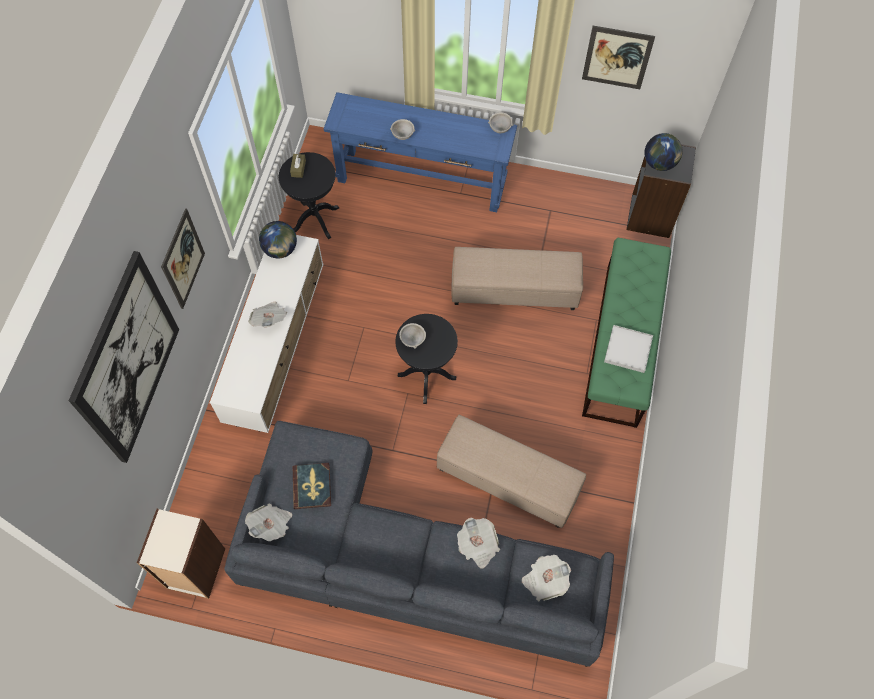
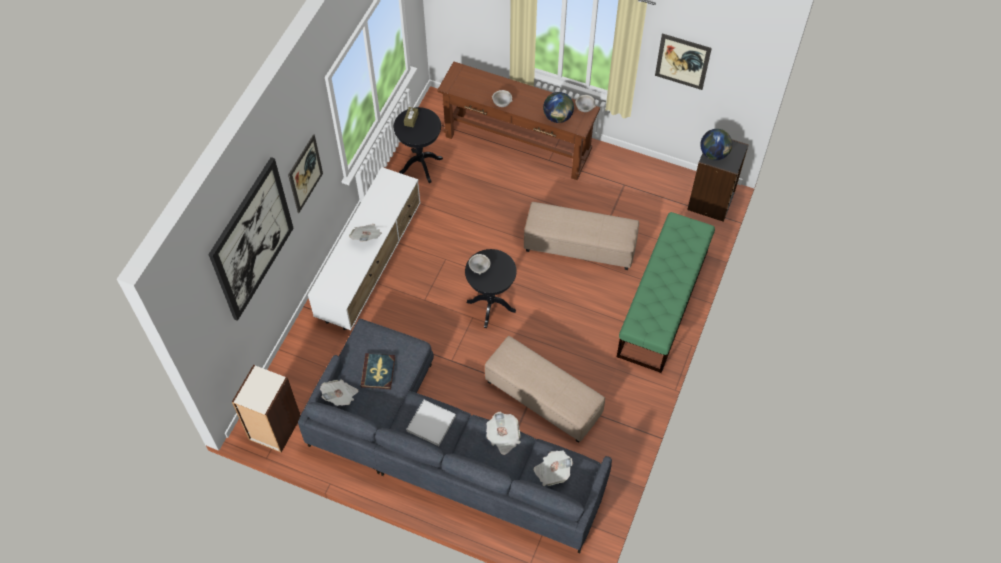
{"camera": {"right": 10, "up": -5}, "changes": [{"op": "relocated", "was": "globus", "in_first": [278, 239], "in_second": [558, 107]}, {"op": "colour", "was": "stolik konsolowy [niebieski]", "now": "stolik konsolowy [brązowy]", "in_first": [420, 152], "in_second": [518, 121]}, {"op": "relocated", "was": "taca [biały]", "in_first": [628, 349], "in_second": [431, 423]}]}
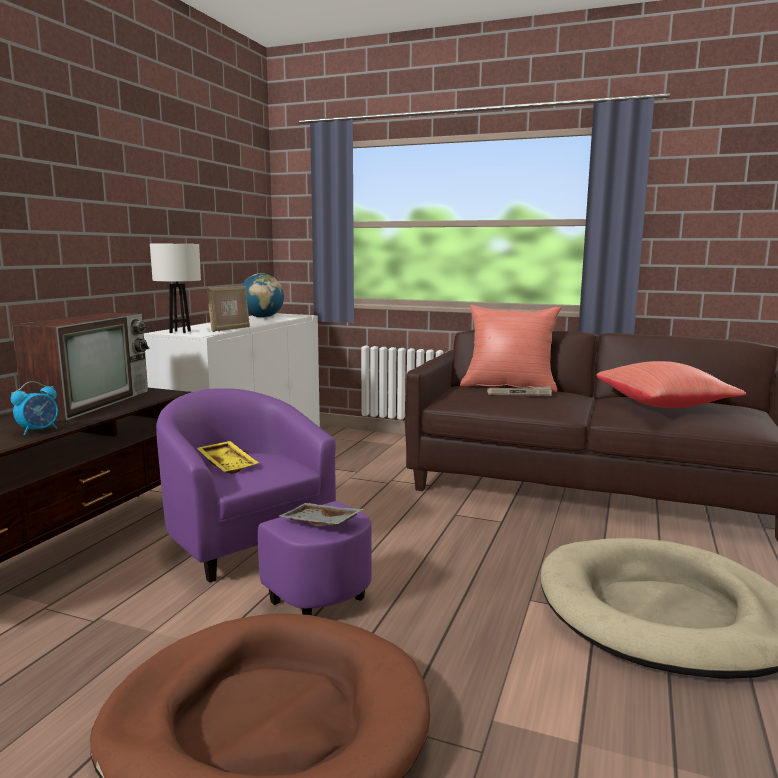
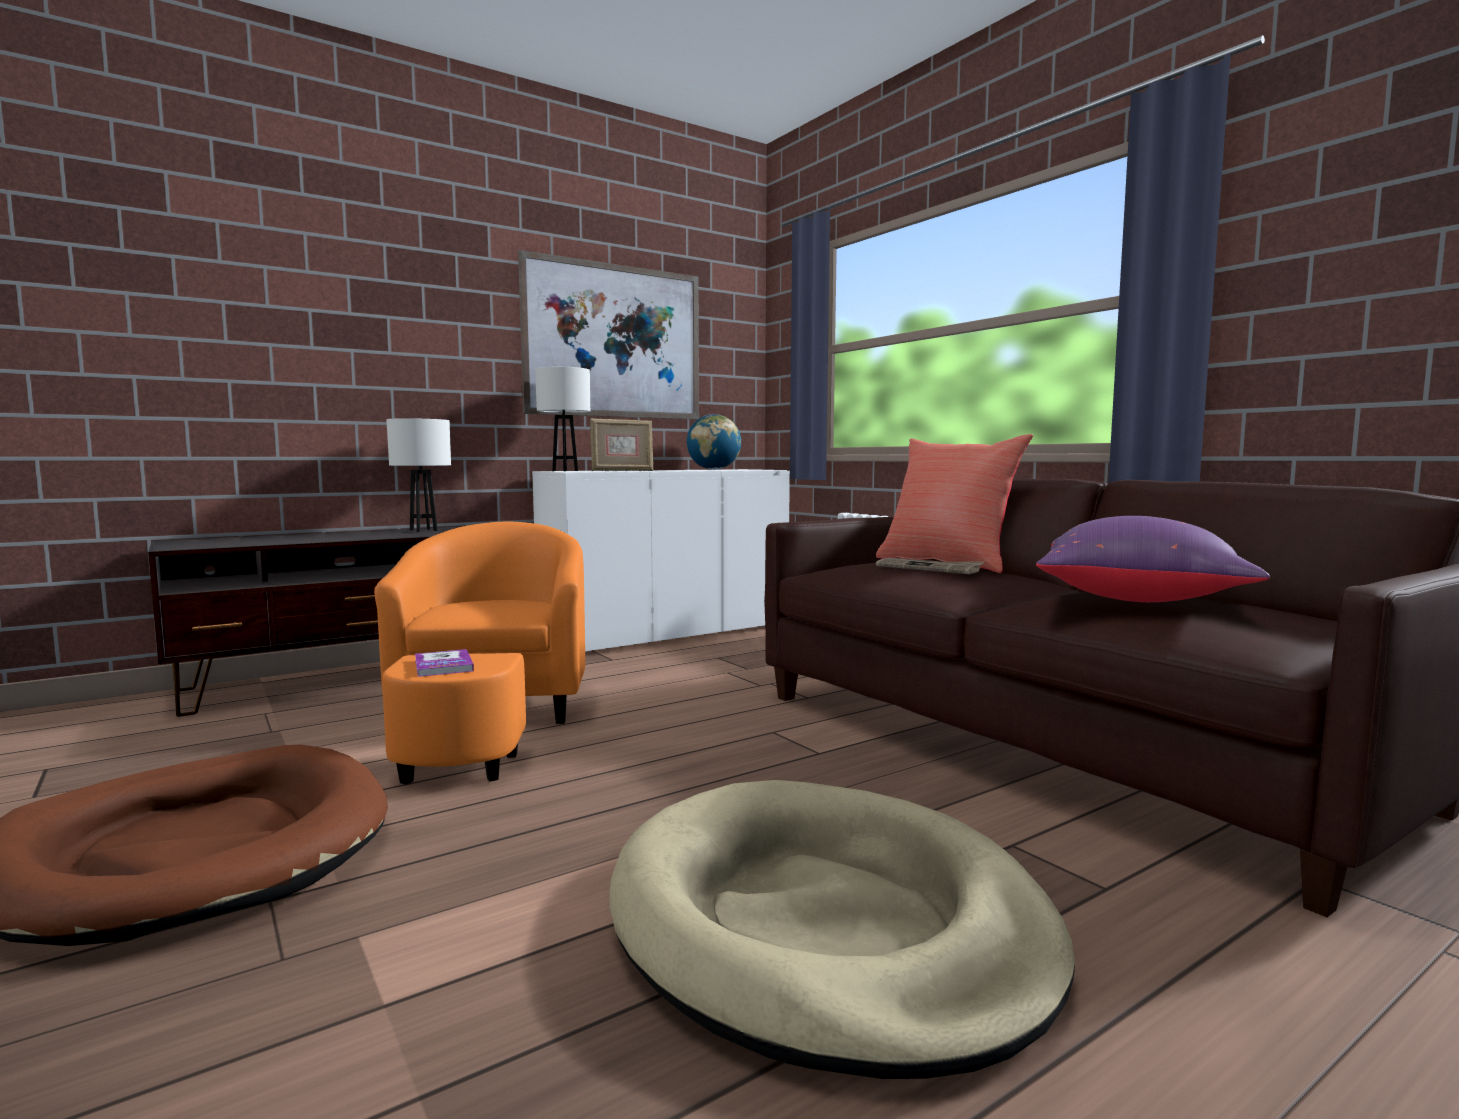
{"camera": {"right": 35, "up": -5}, "changes": [{"op": "missing", "was": "budzik", "in_first": [34, 408]}, {"op": "exchanged", "was": "telewizor", "now": "lampa stołowa [biały]", "in_first": [80, 366], "in_second": [418, 475]}, {"op": "colour", "was": "fotel [fioletowy]", "now": "fotel [pomarańczowy]", "in_first": [264, 501], "in_second": [479, 653]}, {"op": "missing", "was": "taca [żółty]", "in_first": [228, 457]}, {"op": "exchanged", "was": "taca [szary]", "now": "książka", "in_first": [321, 514], "in_second": [444, 663]}, {"op": "colour", "was": "poduszka [czerwony]", "now": "poduszka [fioletowy]", "in_first": [671, 384], "in_second": [1153, 559]}, {"op": "appeared", "now": "obraz", "in_second": [608, 334]}]}
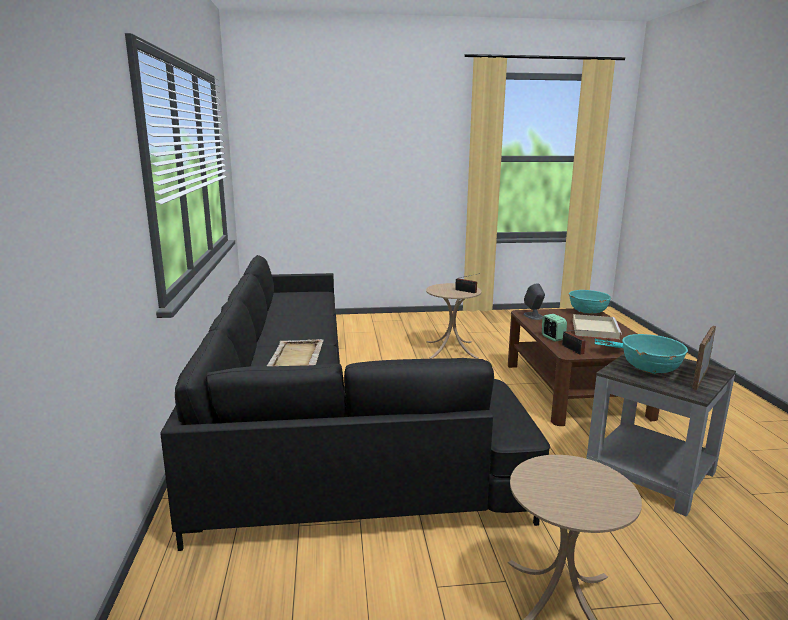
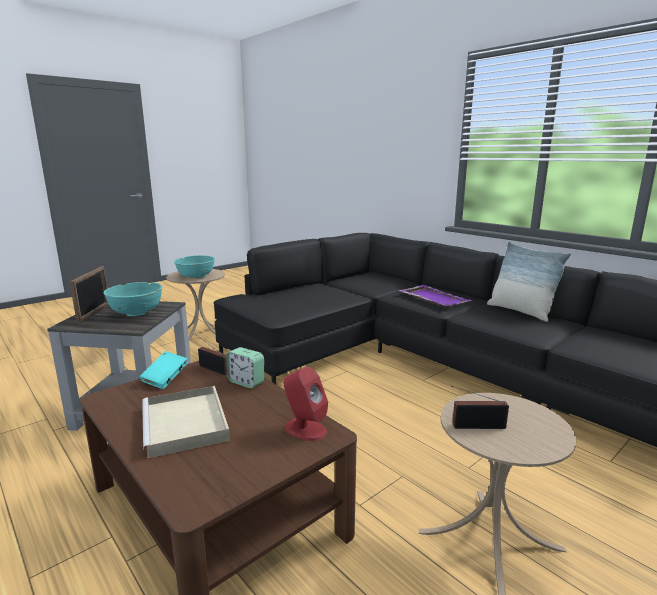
{"camera": {"right": 145, "up": 0}, "changes": [{"op": "colour", "was": "taca [beżowy]", "now": "taca [fioletowy]", "in_first": [295, 352], "in_second": [435, 296]}, {"op": "colour", "was": "głośnik [szary]", "now": "głośnik [czerwony]", "in_first": [534, 301], "in_second": [305, 404]}, {"op": "relocated", "was": "miska [turkusowy]", "in_first": [590, 302], "in_second": [194, 266]}, {"op": "appeared", "now": "poduszka", "in_second": [529, 282]}]}
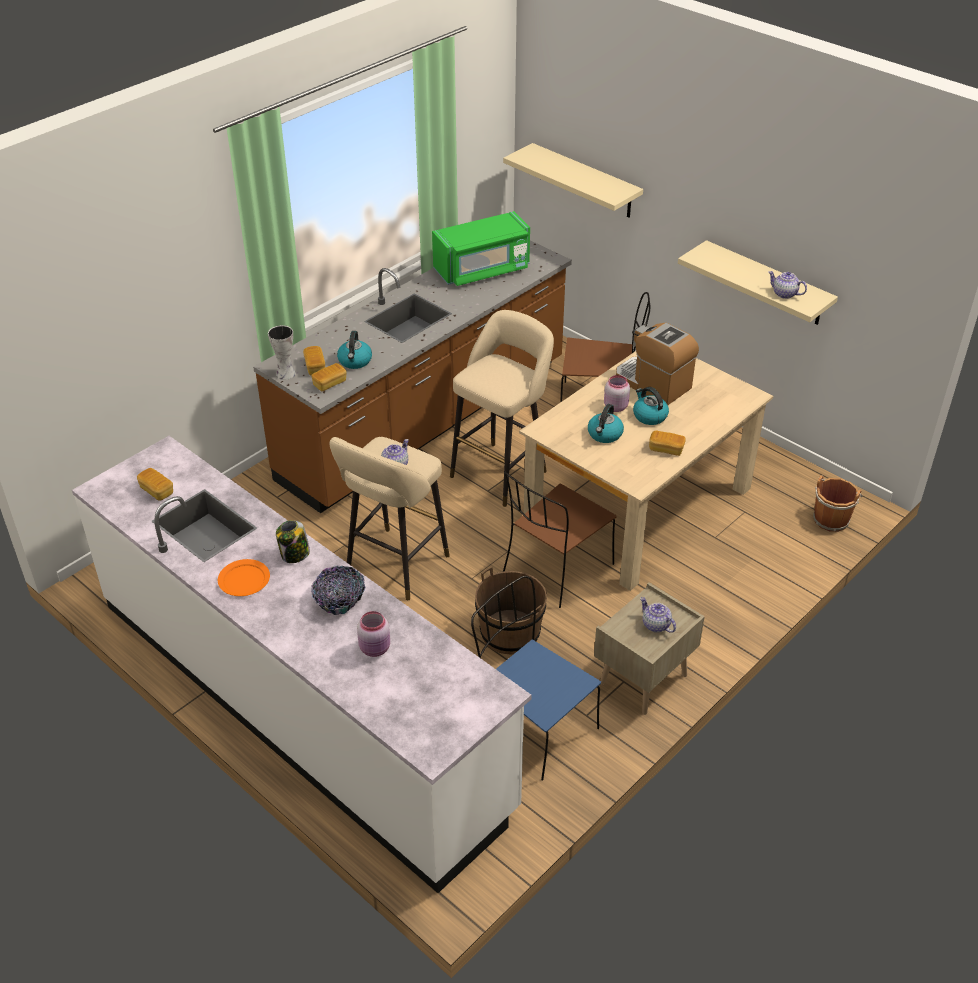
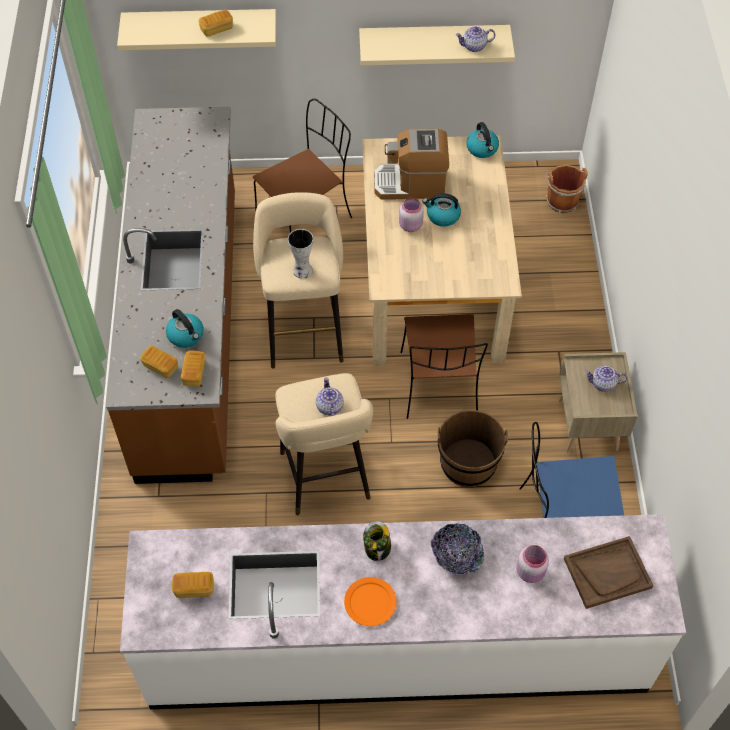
{"camera": {"right": -45, "up": 15}, "changes": [{"op": "relocated", "was": "wazon", "in_first": [282, 352], "in_second": [300, 254]}, {"op": "missing", "was": "mikrofalówka [zielony]", "in_first": [481, 248]}, {"op": "relocated", "was": "czajnik", "in_first": [606, 423], "in_second": [482, 140]}, {"op": "relocated", "was": "chleb", "in_first": [667, 443], "in_second": [216, 23]}, {"op": "appeared", "now": "taca [brązowy]", "in_second": [609, 572]}]}
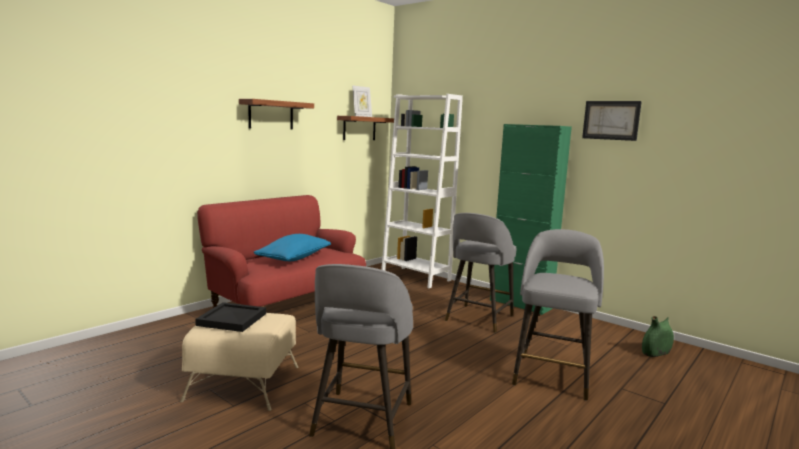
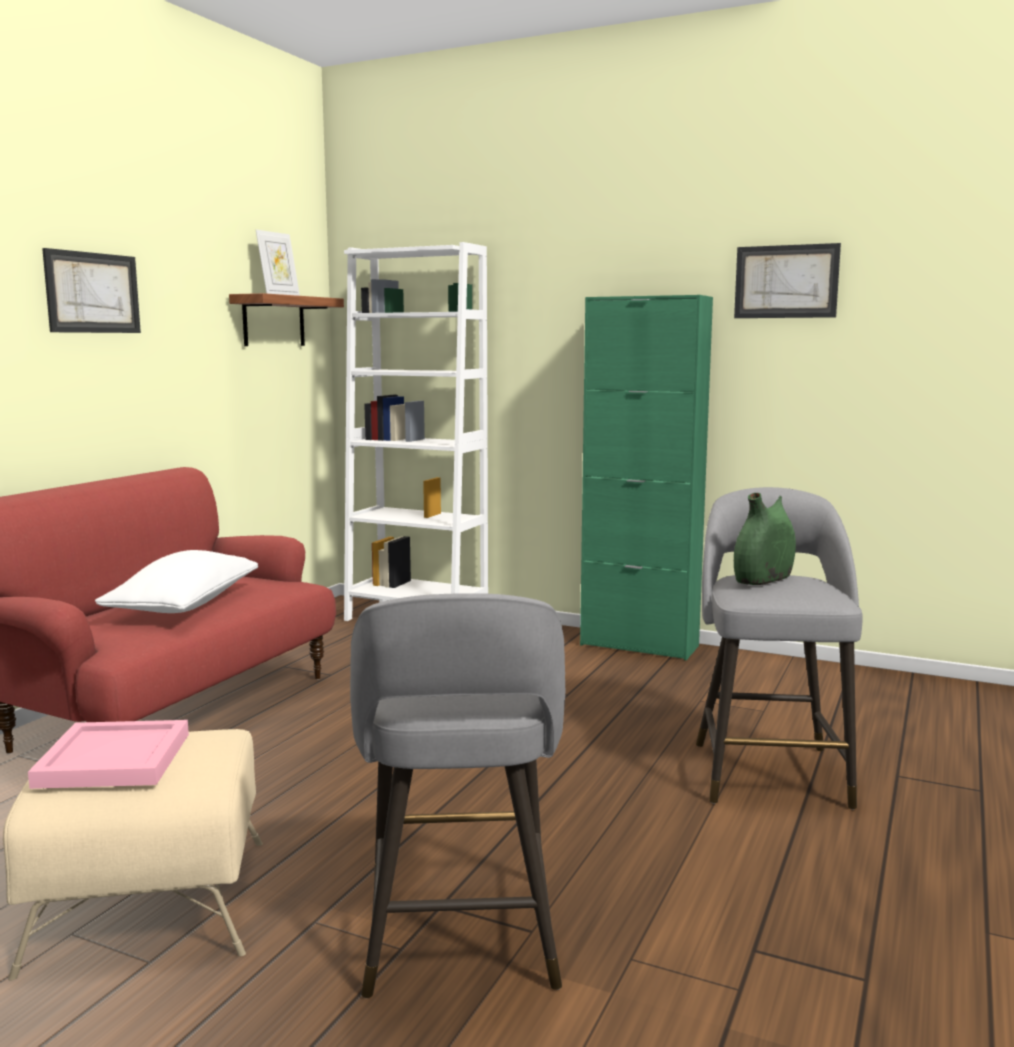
{"camera": {"right": -15, "up": 0}, "changes": [{"op": "colour", "was": "taca [czarny]", "now": "taca [różowy]", "in_first": [230, 317], "in_second": [108, 754]}, {"op": "exchanged", "was": "półka", "now": "obraz", "in_first": [276, 114], "in_second": [91, 290]}, {"op": "colour", "was": "poduszka [niebieski]", "now": "poduszka [biały]", "in_first": [292, 247], "in_second": [176, 581]}, {"op": "missing", "was": "stołek [szary]", "in_first": [480, 273]}, {"op": "relocated", "was": "wazon [zielony]", "in_first": [658, 336], "in_second": [765, 539]}]}
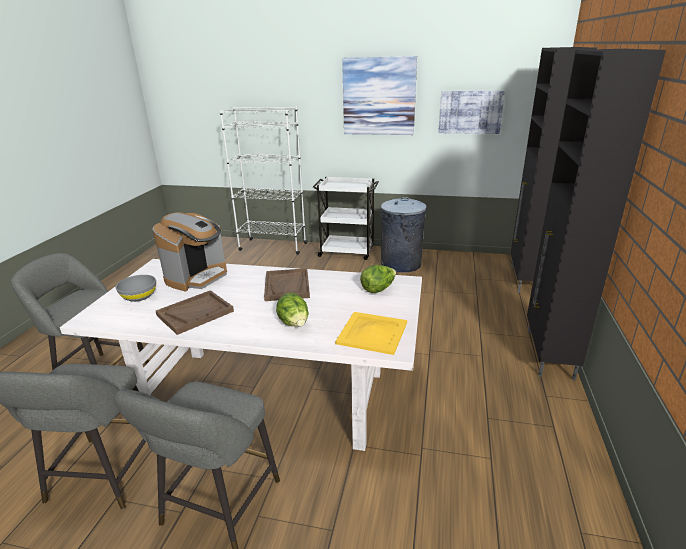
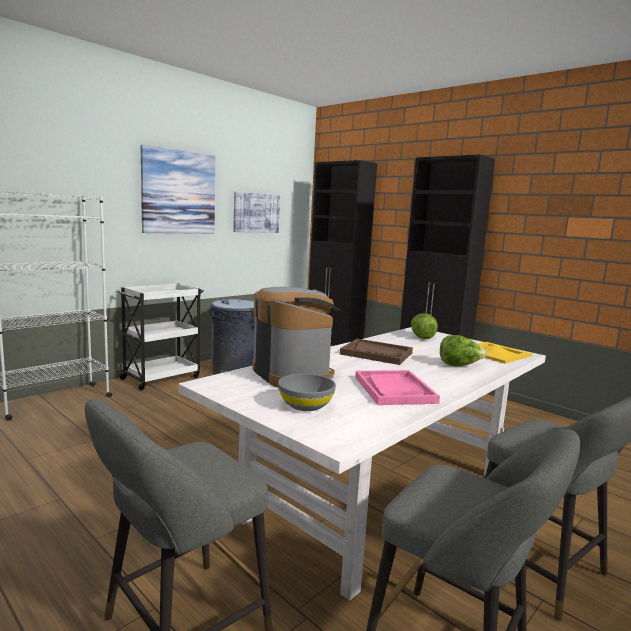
{"camera": {"right": -60, "up": -15}, "changes": [{"op": "colour", "was": "taca [brązowy]", "now": "taca [różowy]", "in_first": [195, 312], "in_second": [397, 387]}]}
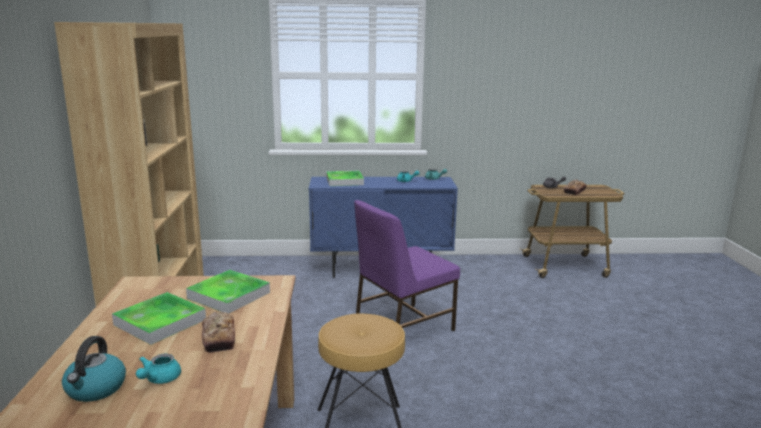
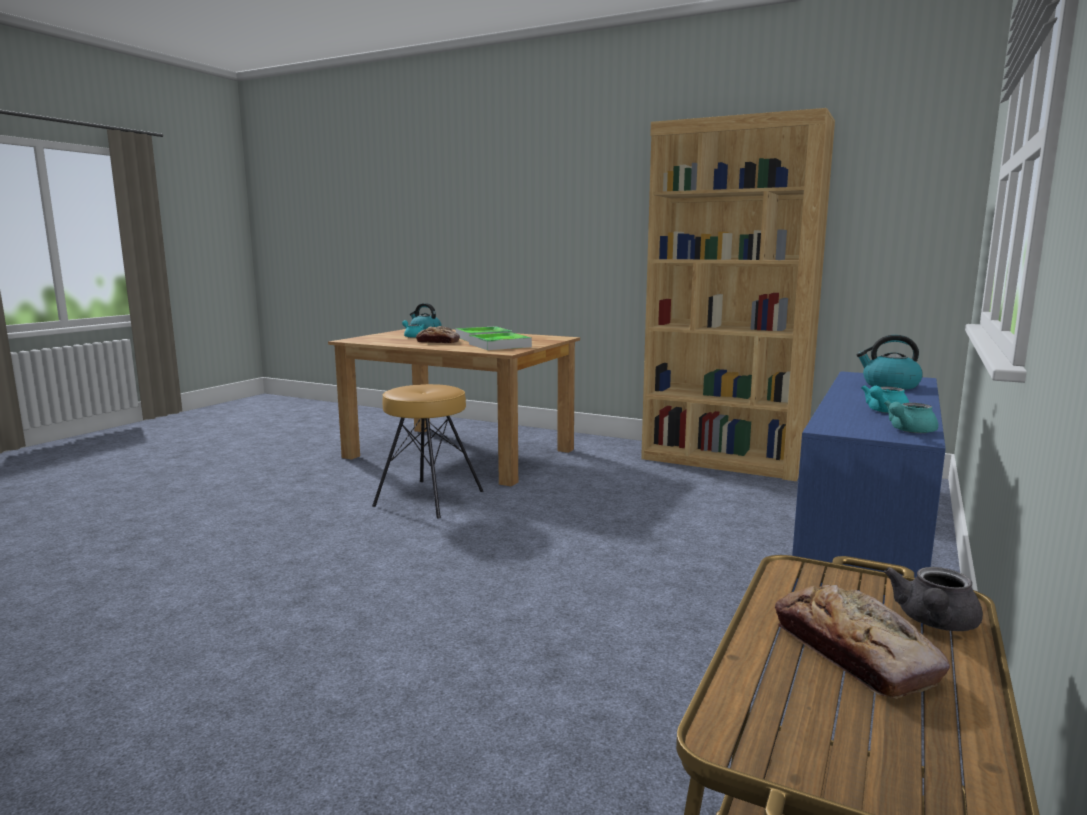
{"camera": {"right": 120, "up": -5}, "changes": [{"op": "exchanged", "was": "taca", "now": "czajnik", "in_first": [345, 178], "in_second": [889, 362]}, {"op": "missing", "was": "krzesło [fioletowy]", "in_first": [407, 265]}]}
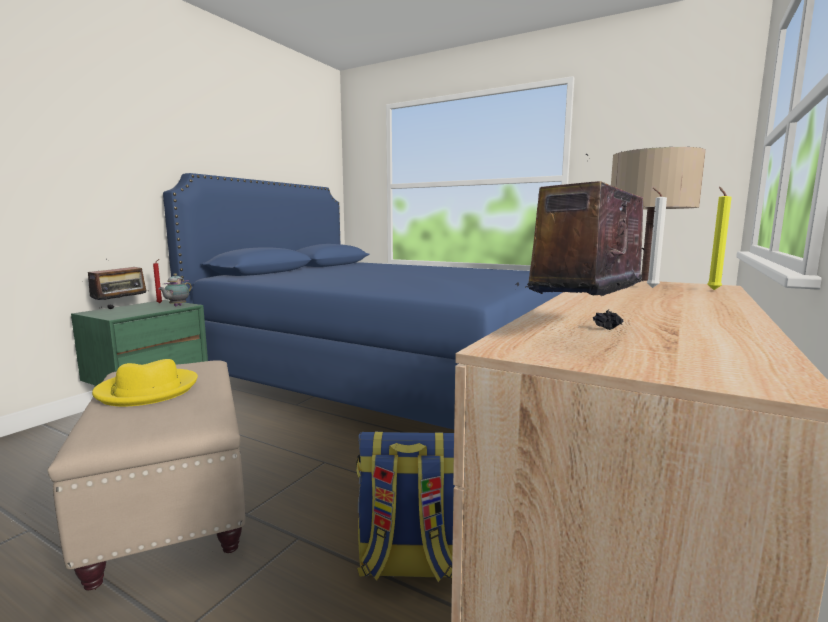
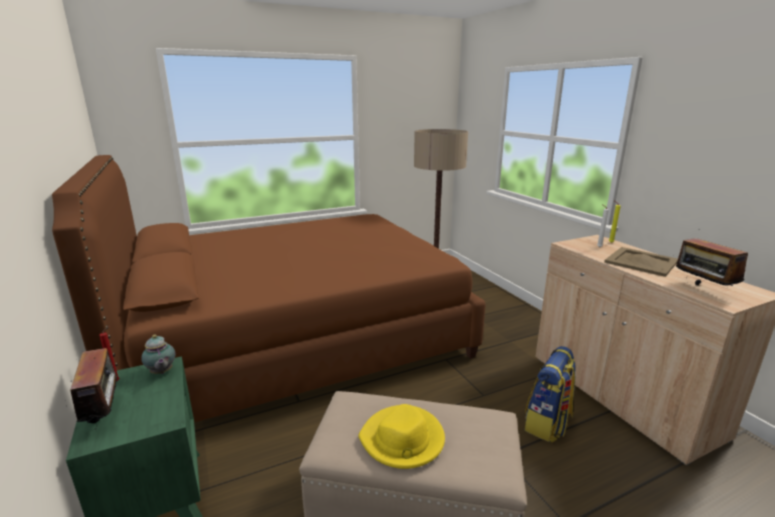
{"camera": {"right": -55, "up": 10}, "changes": [{"op": "colour", "was": "łóżko [niebieski]", "now": "łóżko [brązowy]", "in_first": [363, 301], "in_second": [269, 289]}, {"op": "appeared", "now": "taca [beżowy]", "in_second": [641, 262]}]}
